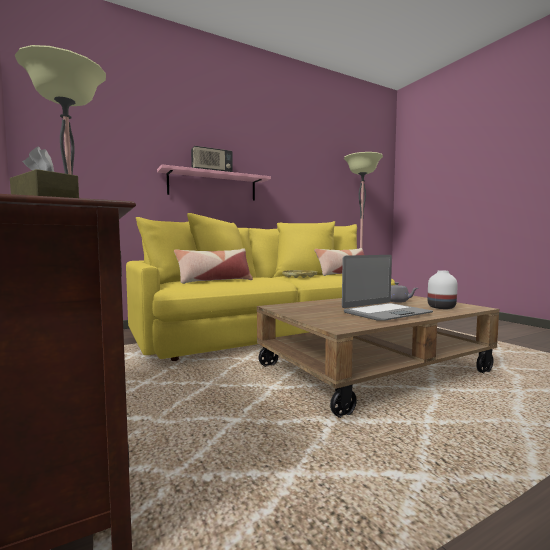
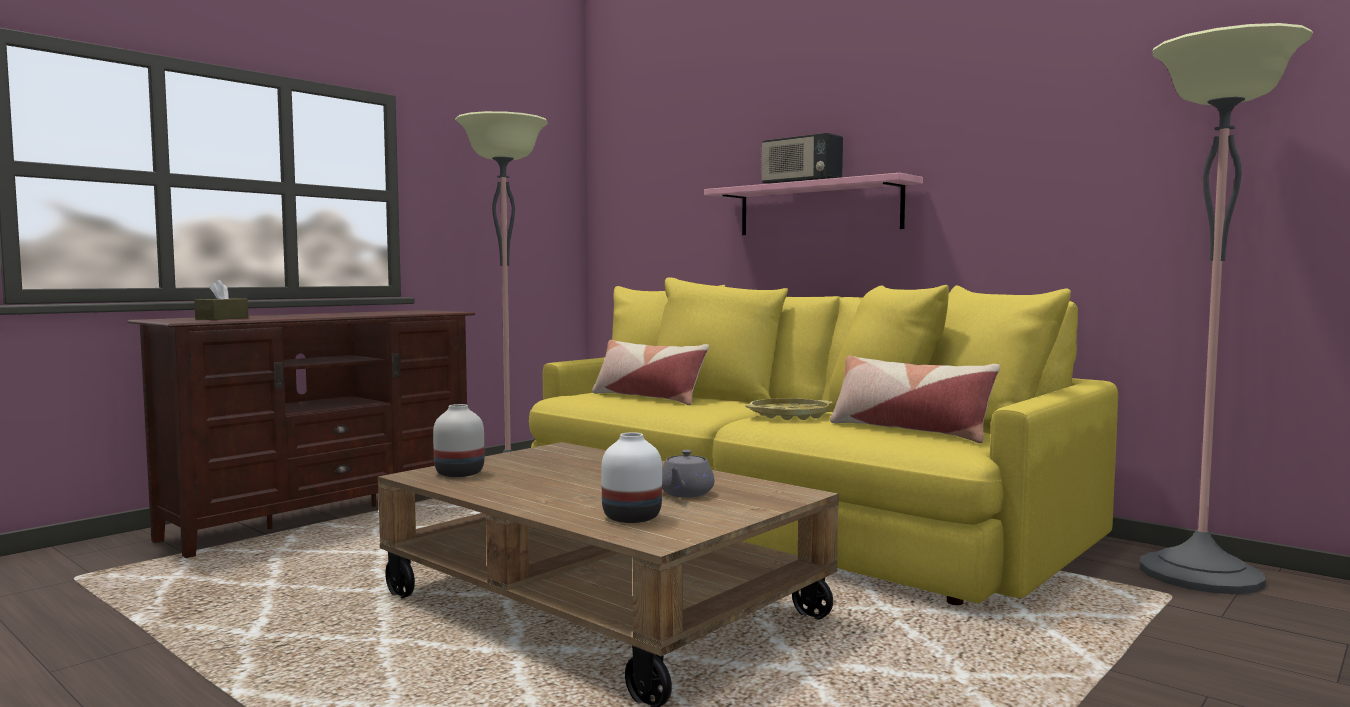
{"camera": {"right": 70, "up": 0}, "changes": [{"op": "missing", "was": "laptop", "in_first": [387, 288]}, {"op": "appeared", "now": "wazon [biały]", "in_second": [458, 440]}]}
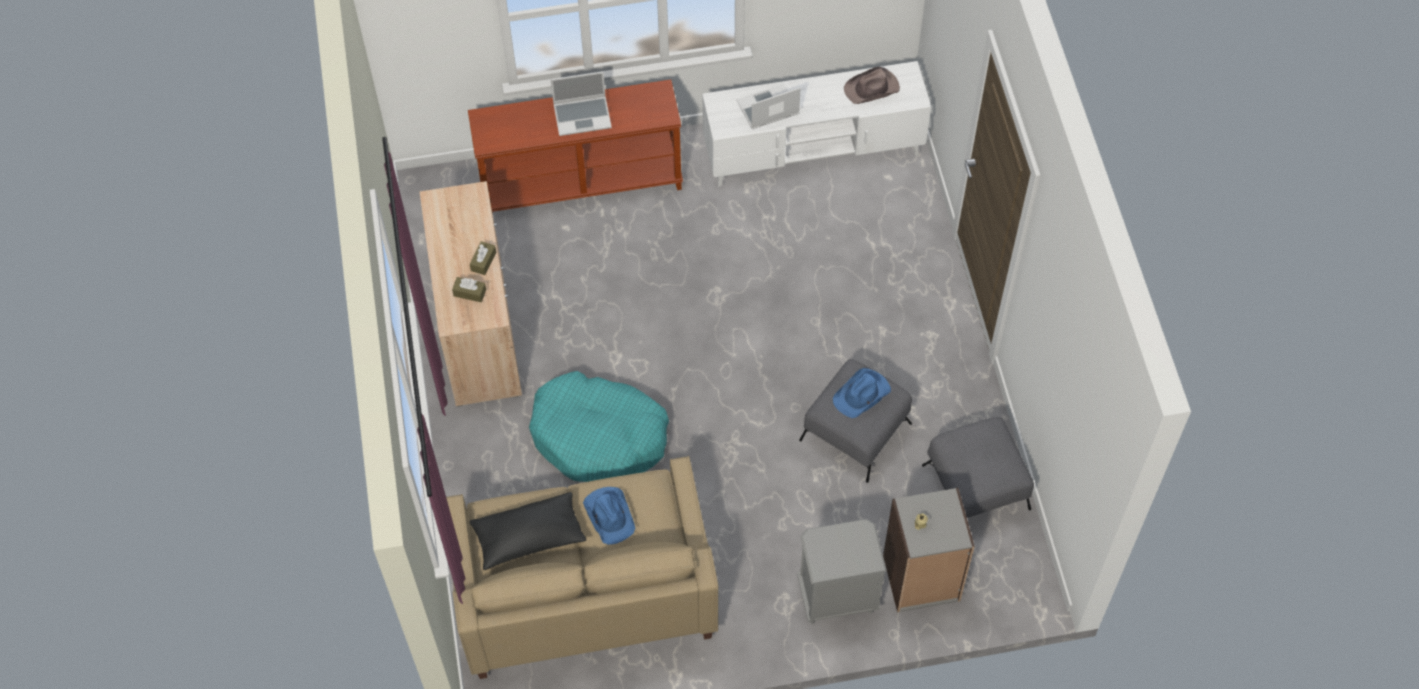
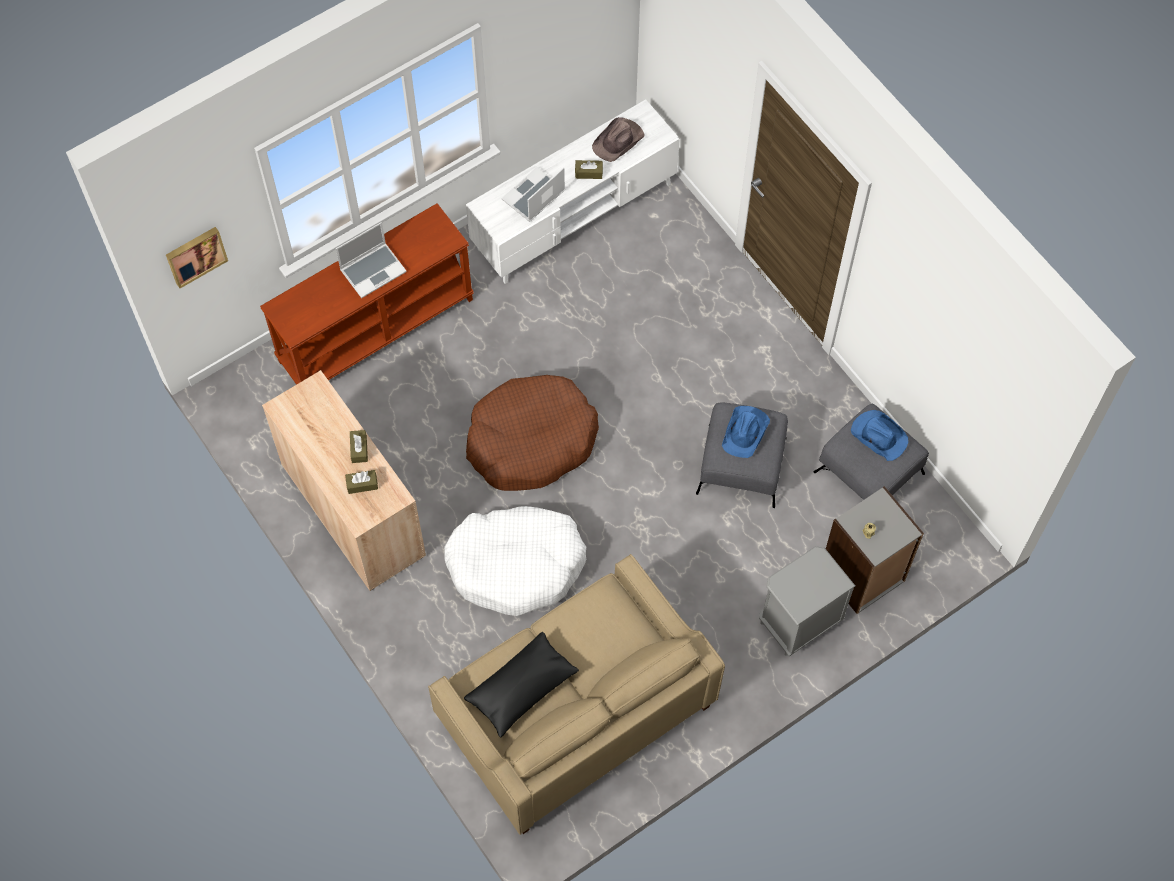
{"camera": {"right": -25, "up": 5}, "changes": [{"op": "colour", "was": "legowisko [turkusowy]", "now": "legowisko [biały]", "in_first": [599, 426], "in_second": [515, 561]}, {"op": "relocated", "was": "kapelusz [niebieski]", "in_first": [609, 516], "in_second": [879, 435]}, {"op": "appeared", "now": "obraz", "in_second": [197, 257]}, {"op": "appeared", "now": "legowisko [brązowy]", "in_second": [532, 433]}, {"op": "appeared", "now": "pudełko chusteczek [brązowy]", "in_second": [589, 169]}]}
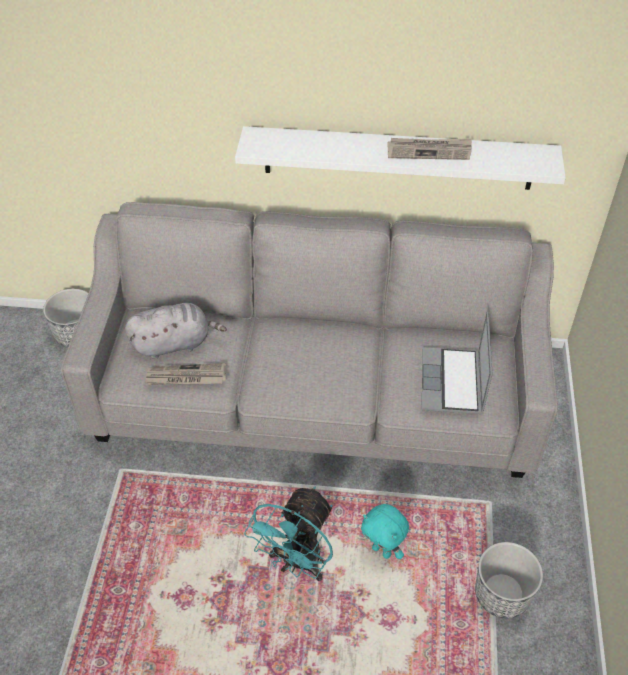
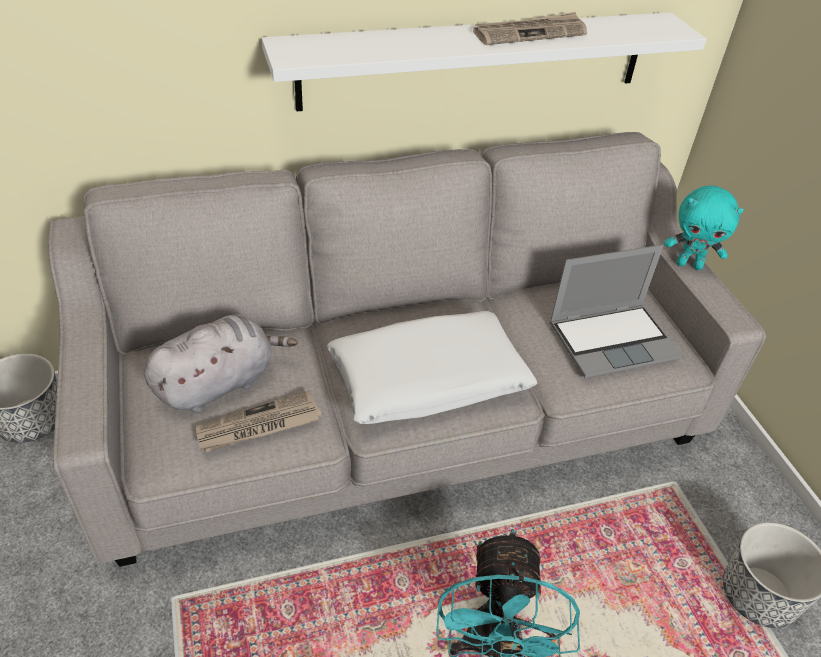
{"camera": {"right": -25, "up": -5}, "changes": [{"op": "relocated", "was": "pluszak [turkusowy]", "in_first": [385, 531], "in_second": [704, 228]}, {"op": "spun", "was": "laptop", "in_first": [457, 363], "in_second": [616, 311], "clockwise": -90}, {"op": "appeared", "now": "poduszka [biały]", "in_second": [432, 367]}]}
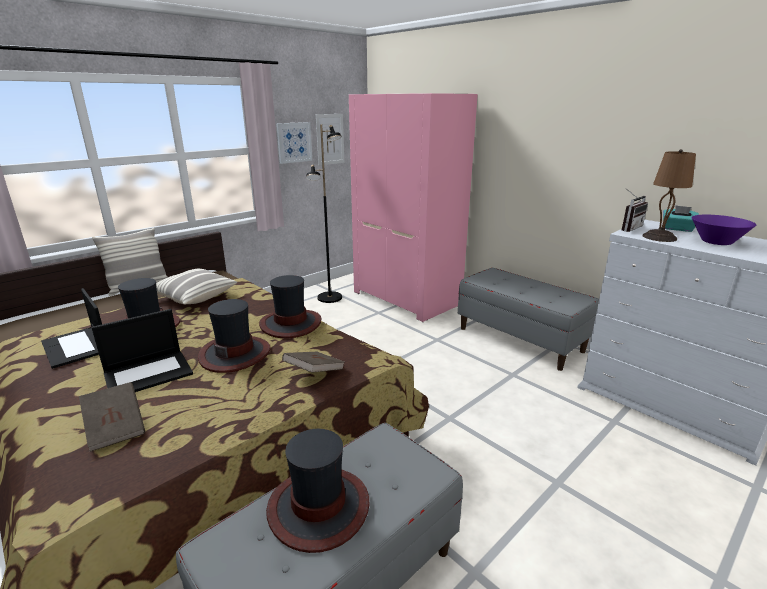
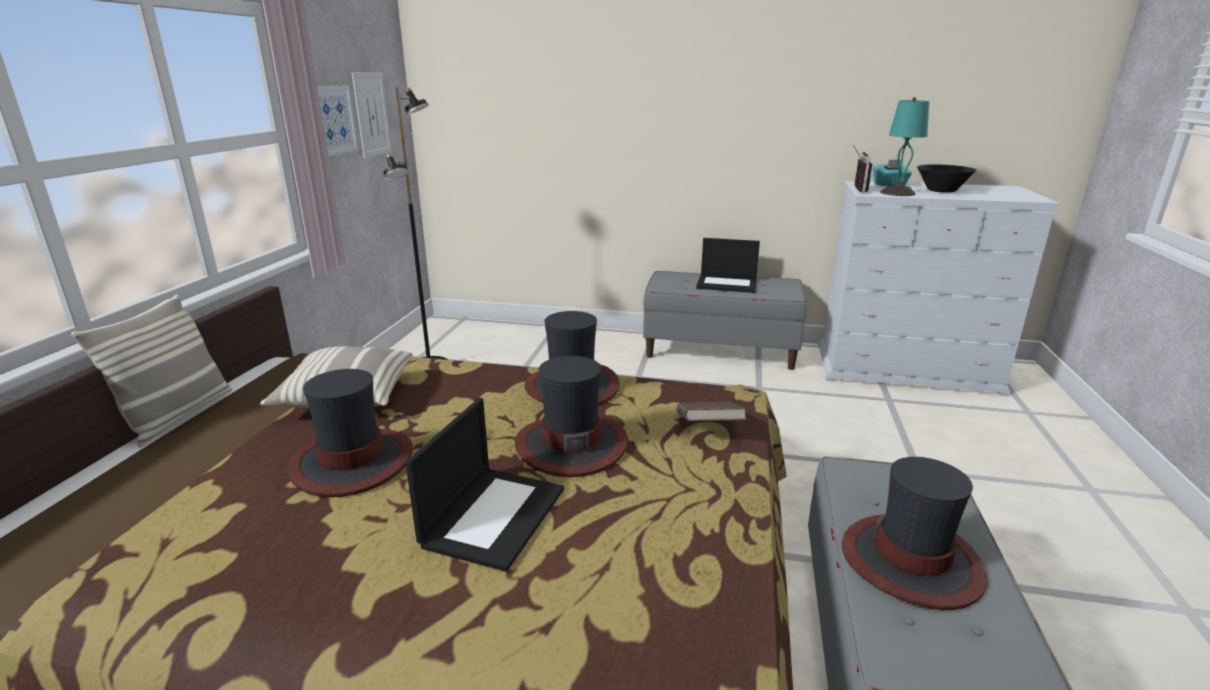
{"camera": {"right": -35, "up": 0}, "changes": [{"op": "relocated", "was": "laptop", "in_first": [71, 328], "in_second": [728, 265]}, {"op": "missing", "was": "książka [brązowy]", "in_first": [112, 417]}, {"op": "missing", "was": "szafa [różowy]", "in_first": [413, 207]}, {"op": "colour", "was": "lampa stołowa [brązowy]", "now": "lampa stołowa [turkusowy]", "in_first": [669, 195], "in_second": [905, 146]}, {"op": "colour", "was": "miska [fioletowy]", "now": "miska [czarny]", "in_first": [724, 230], "in_second": [947, 178]}]}
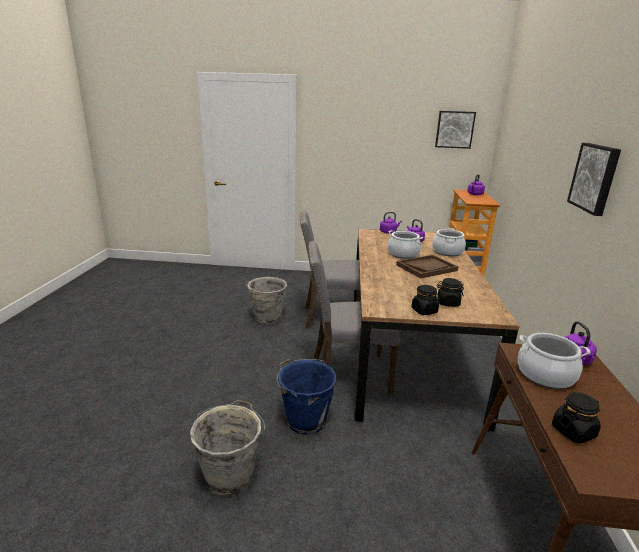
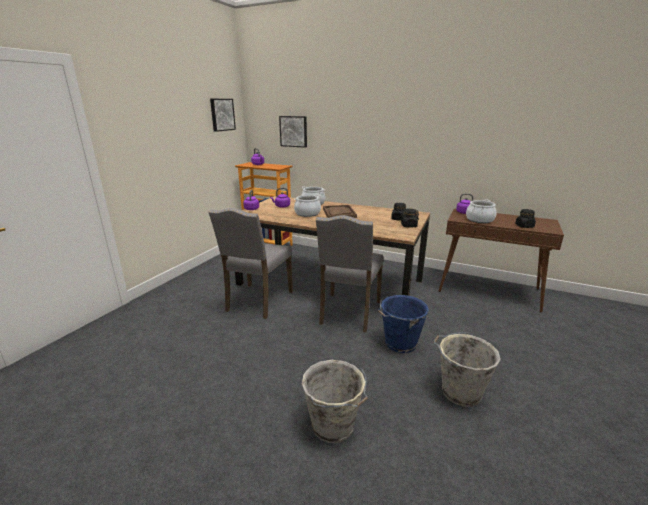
{"camera": {"right": -70, "up": 0}, "changes": [{"op": "relocated", "was": "wiadro [szary]", "in_first": [266, 300], "in_second": [335, 401]}, {"op": "relocated", "was": "obraz", "in_first": [594, 179], "in_second": [293, 132]}]}
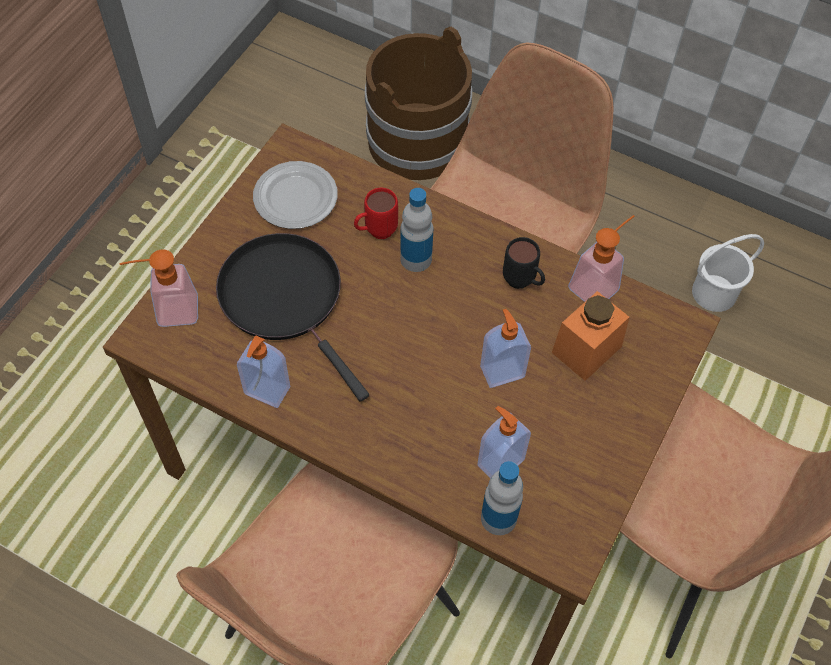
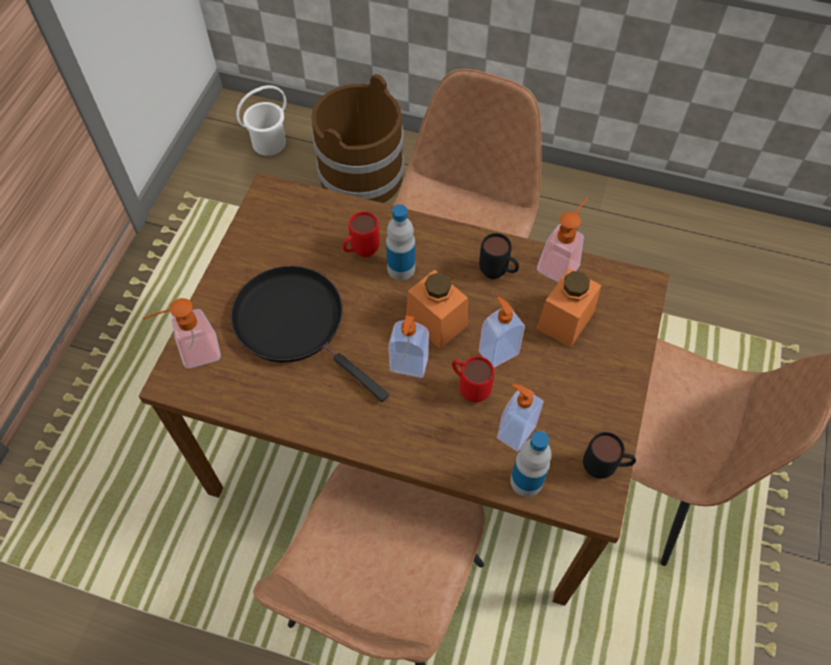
{"camera": {"right": -10, "up": 0}, "changes": [{"op": "relocated", "was": "dozownik mydła", "in_first": [263, 371], "in_second": [408, 346]}, {"op": "missing", "was": "talerz", "in_first": [295, 195]}, {"op": "relocated", "was": "wiadro [biały]", "in_first": [728, 273], "in_second": [261, 120]}, {"op": "appeared", "now": "słoik [pomarańczowy]", "in_second": [437, 309]}, {"op": "appeared", "now": "kubek [czerwony]", "in_second": [473, 379]}, {"op": "appeared", "now": "kubek [czarny]", "in_second": [609, 455]}]}
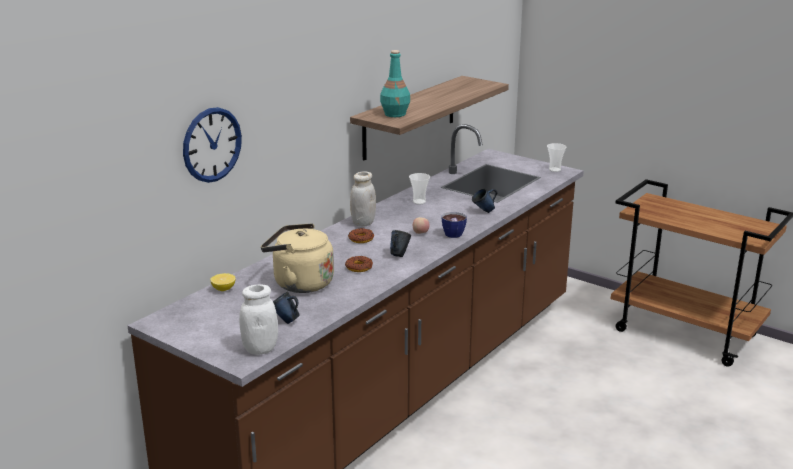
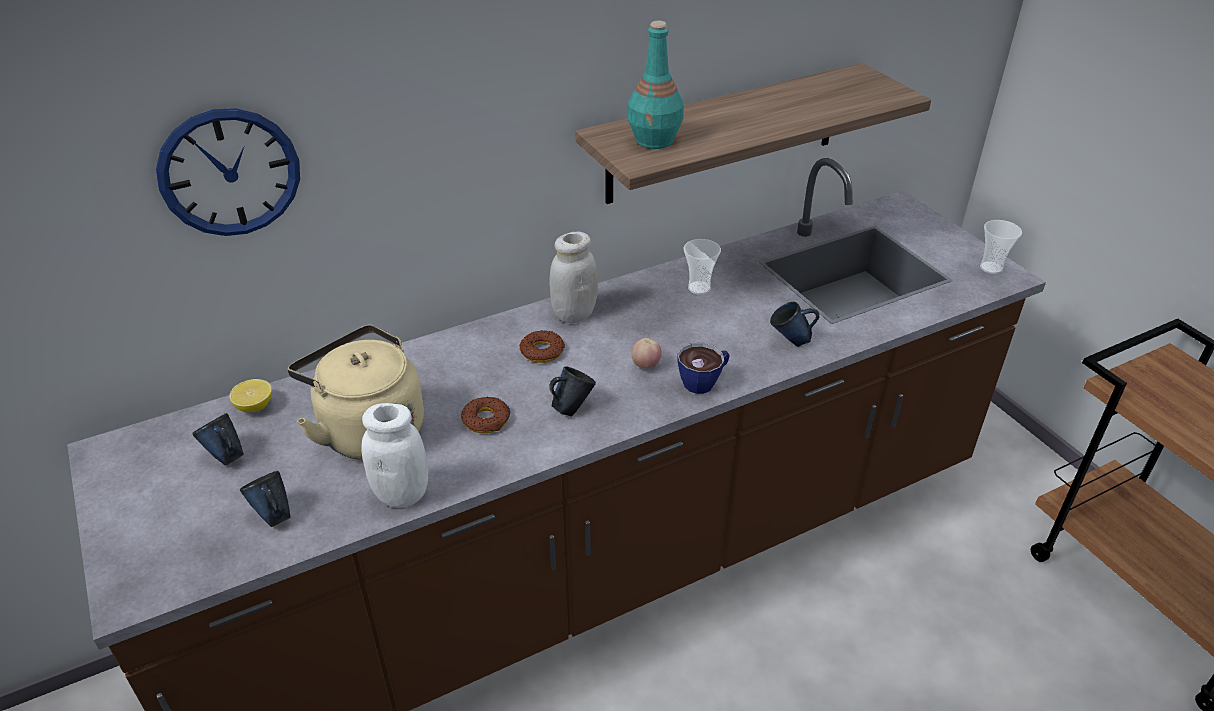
{"camera": {"right": 25, "up": 15}, "changes": [{"op": "relocated", "was": "słoik [biały]", "in_first": [258, 319], "in_second": [394, 455]}, {"op": "appeared", "now": "kubek [niebieski]", "in_second": [218, 439]}]}
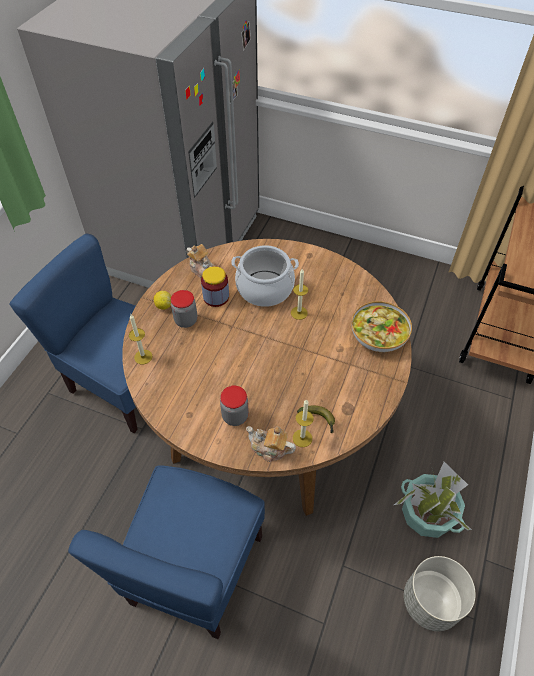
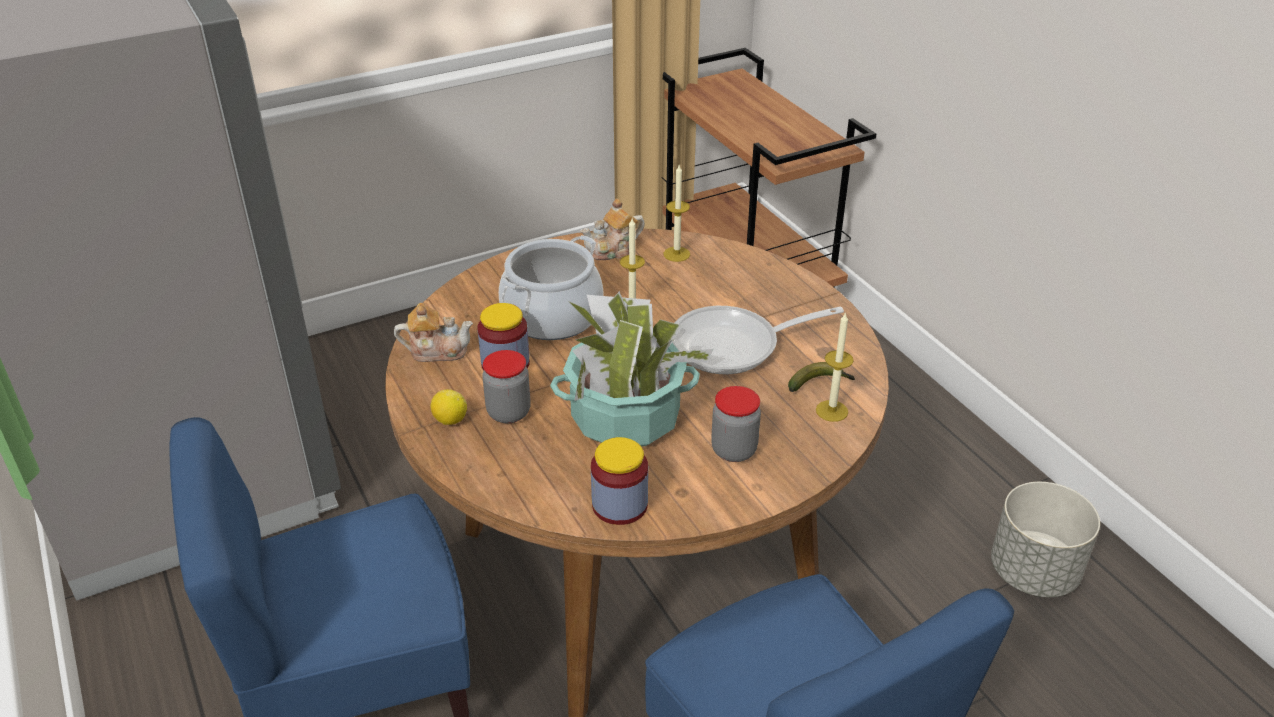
{"camera": {"right": -50, "up": -15}, "changes": [{"op": "relocated", "was": "świeca", "in_first": [140, 339], "in_second": [676, 213]}, {"op": "relocated", "was": "imbryk", "in_first": [271, 444], "in_second": [612, 229]}, {"op": "missing", "was": "miska", "in_first": [382, 326]}, {"op": "relocated", "was": "roślina doniczkowa", "in_first": [433, 500], "in_second": [631, 368]}, {"op": "appeared", "now": "słoik", "in_second": [619, 481]}, {"op": "appeared", "now": "patelnia", "in_second": [758, 340]}]}
